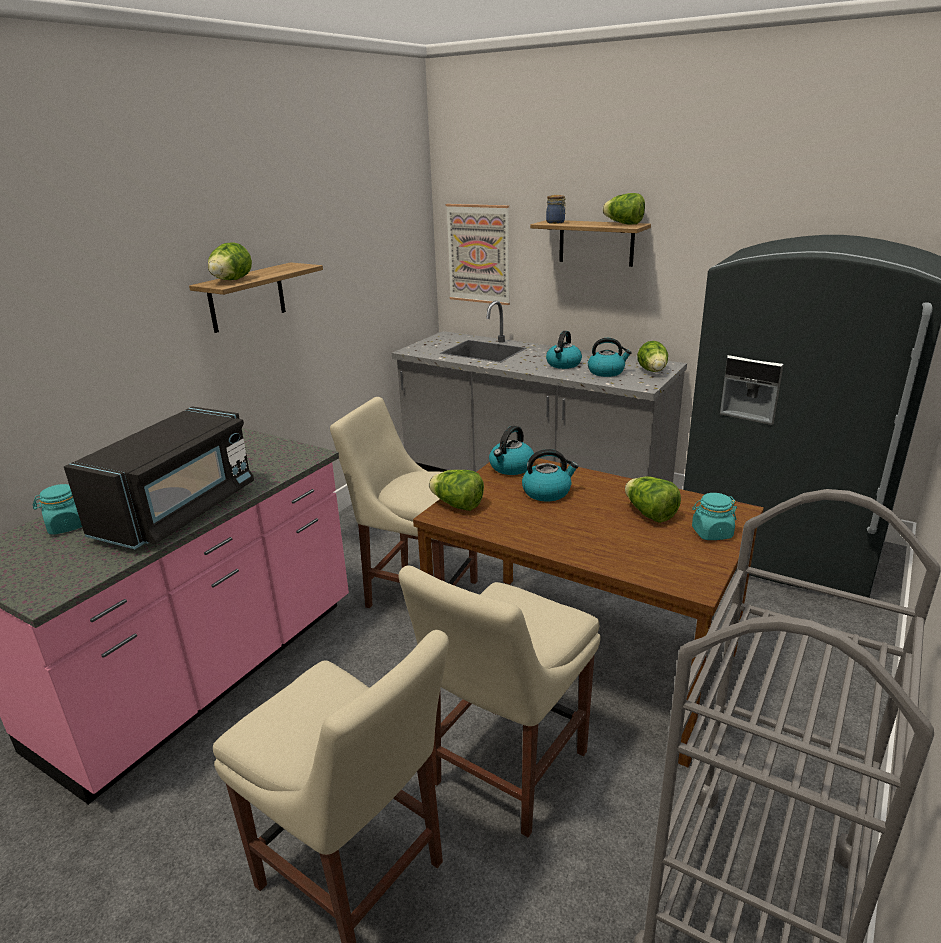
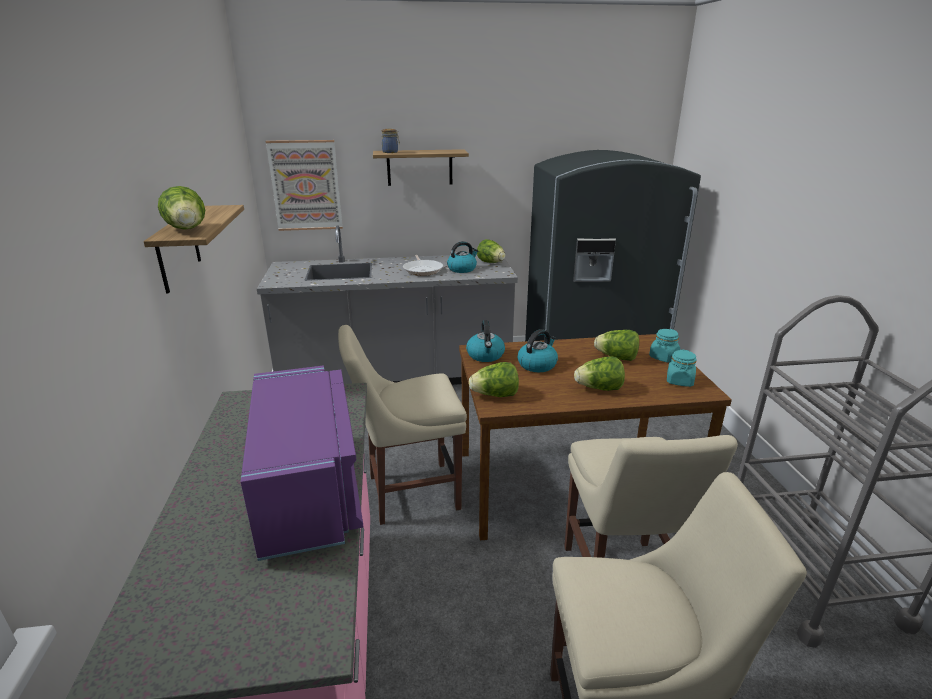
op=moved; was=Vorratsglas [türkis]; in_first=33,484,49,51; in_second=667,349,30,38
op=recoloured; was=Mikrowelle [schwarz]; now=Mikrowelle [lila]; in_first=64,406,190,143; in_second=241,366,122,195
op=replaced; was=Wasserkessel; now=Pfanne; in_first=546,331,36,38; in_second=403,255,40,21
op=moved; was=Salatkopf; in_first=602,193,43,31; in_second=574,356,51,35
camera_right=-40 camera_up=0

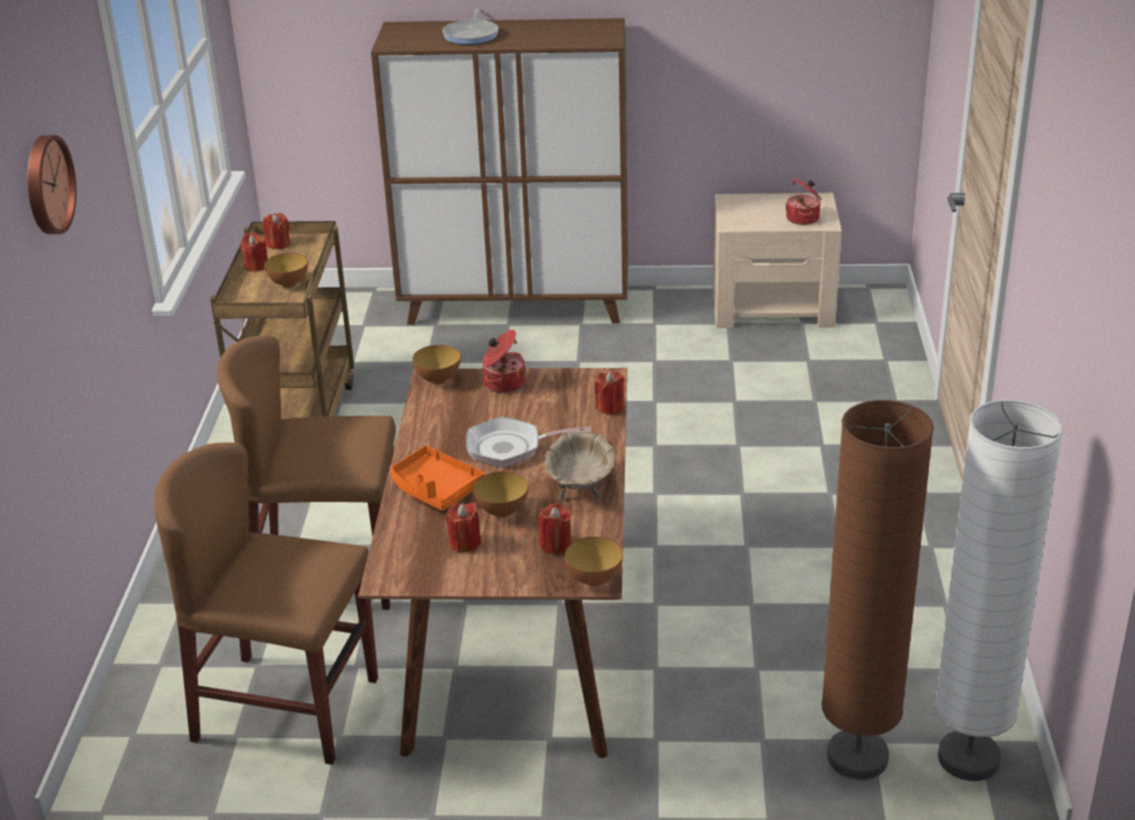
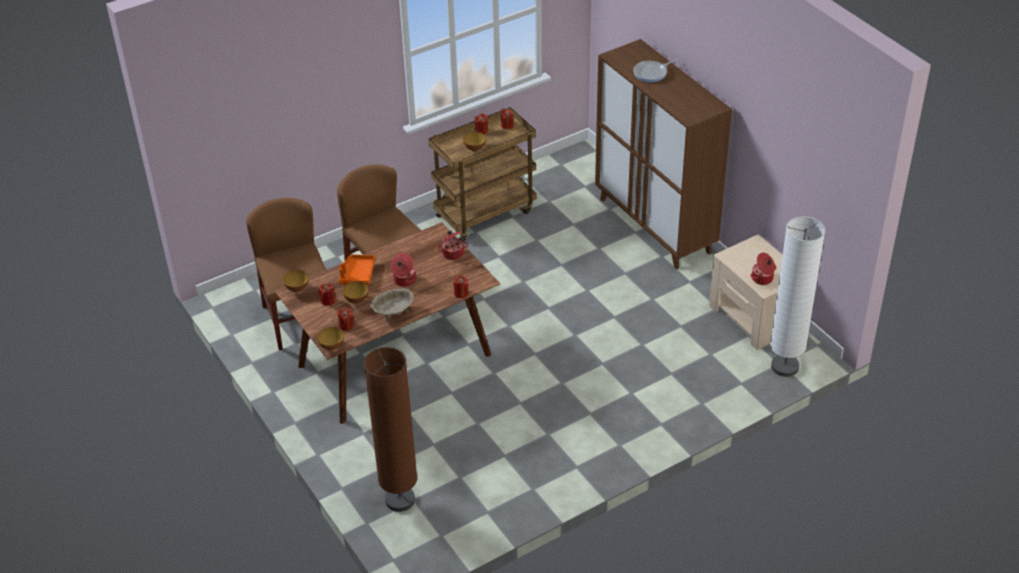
op=removed; was=Wanduhr; in_first=27,135,49,99
op=moved; was=Schüssel; in_first=413,345,48,39; in_second=283,270,26,22
op=replaced; was=Pfanne; now=Kochtopf; in_first=466,417,125,51; in_second=391,253,25,34
op=moved; was=Stehlampe [weiß]; in_first=935,400,128,381; in_second=770,216,55,161
camera_right=55 camera_up=10

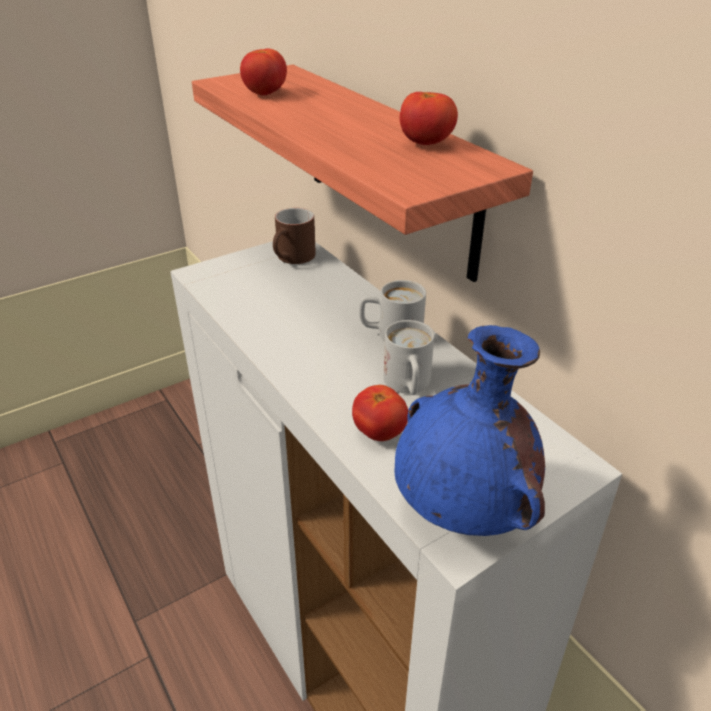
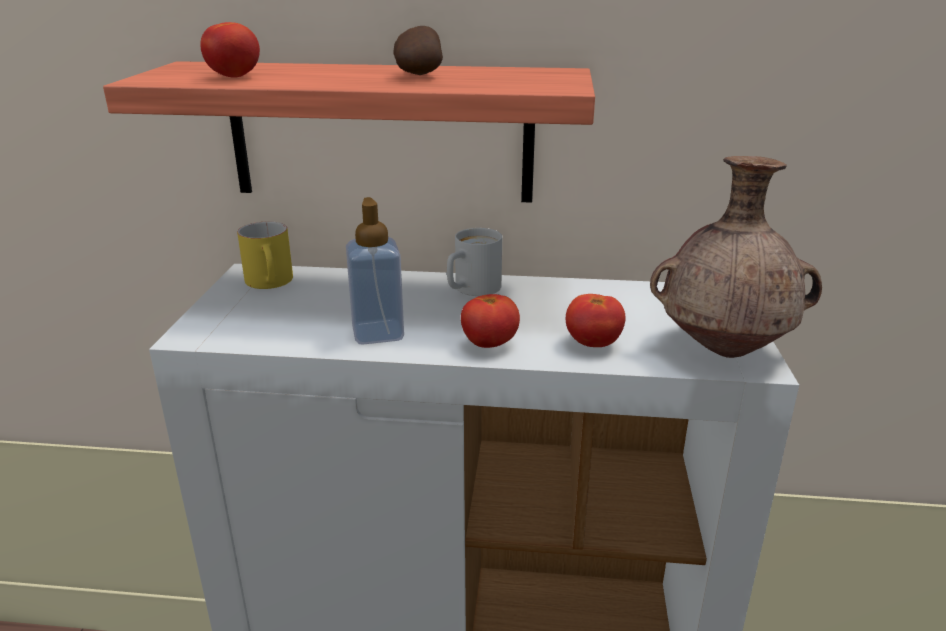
op=recoloured; was=Henkelbecher [braun]; now=Henkelbecher [gelb]; in_first=273,208,43,56; in_second=237,221,56,68
op=removed; was=Henkelbecher [weiß]; in_first=384,320,50,75
op=recoloured; was=Vase [blau]; now=Vase [braun]; in_first=395,325,150,211; in_second=650,156,172,202
op=moved; was=Tomate; in_first=400,92,58,53; in_second=461,294,59,54
op=added; now=Seifenspender; in_second=346,197,58,148
op=added; now=Kartoffel; in_second=393,26,50,49
camera_right=-50 camera_up=-10

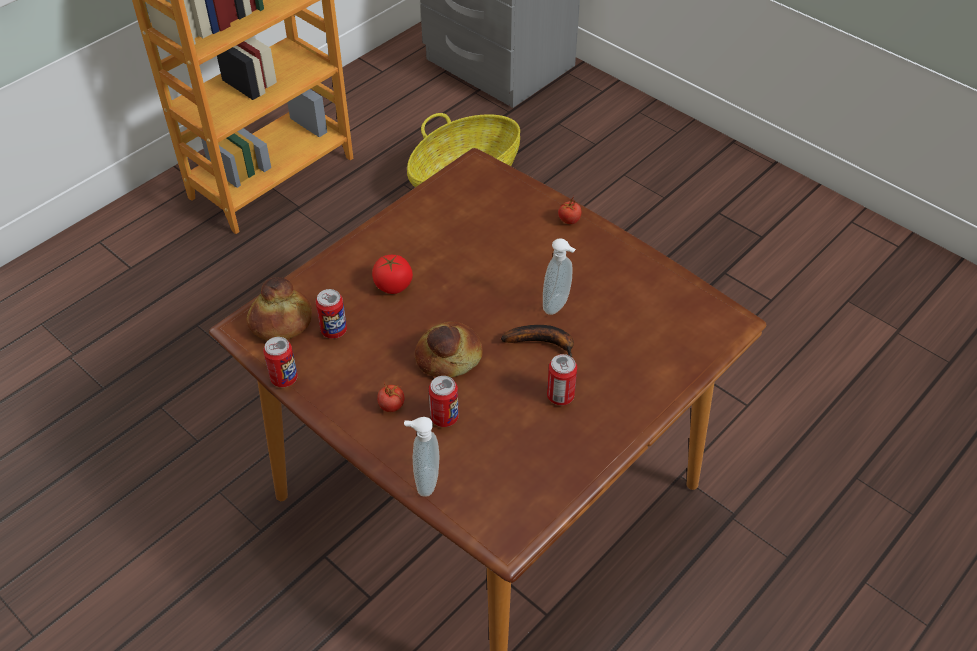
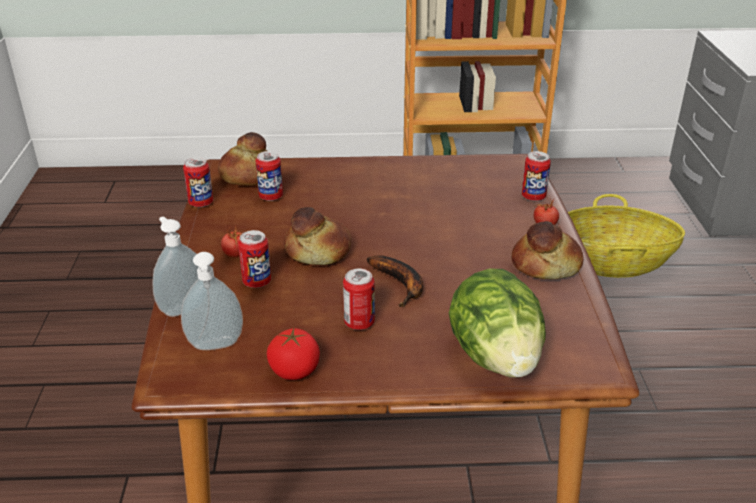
op=moved; was=Tomate; in_first=372,255,41,39; in_second=267,328,53,52
op=moved; was=Seifenspender; in_first=543,238,33,77; in_second=181,252,62,98
op=added; now=Salatkopf; in_second=449,269,97,109
op=added; now=Brot; in_second=511,221,73,58
op=added; now=Dose; in_second=522,151,29,50
camera_right=45 camera_up=-15

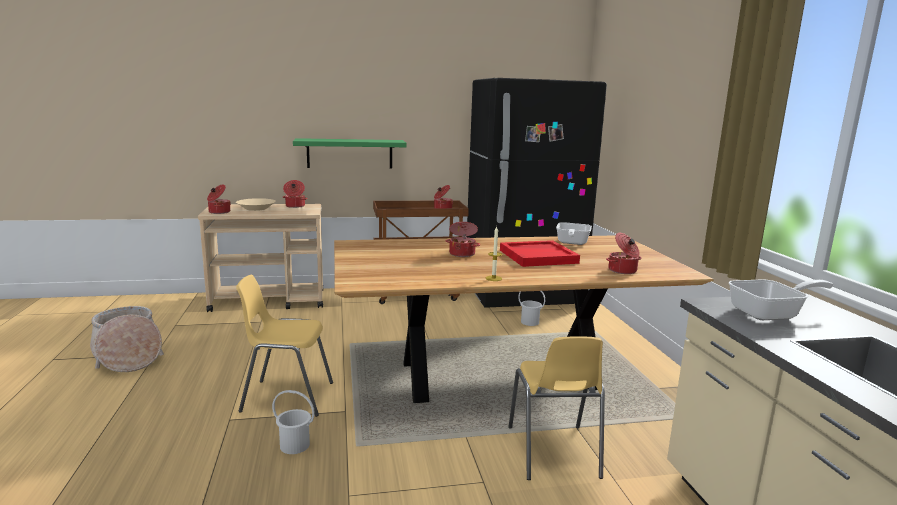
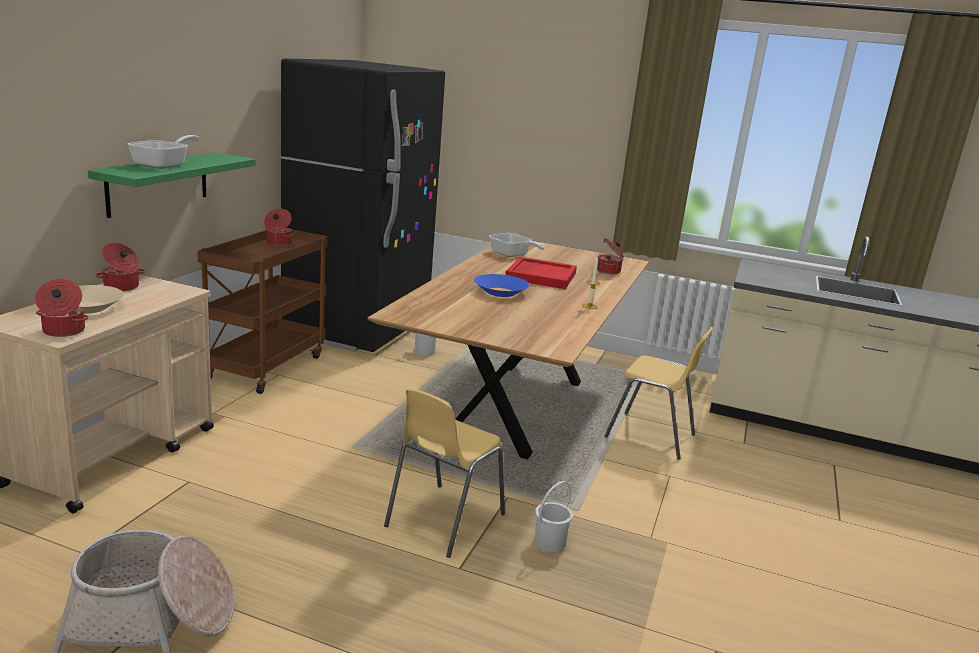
op=replaced; was=Kochtopf; now=Schüssel [blau]; in_first=445,222,35,35; in_second=474,274,55,23
op=moved; was=Pfanne; in_first=729,279,104,41; in_second=128,135,72,34
camera_right=-60 camera_up=5

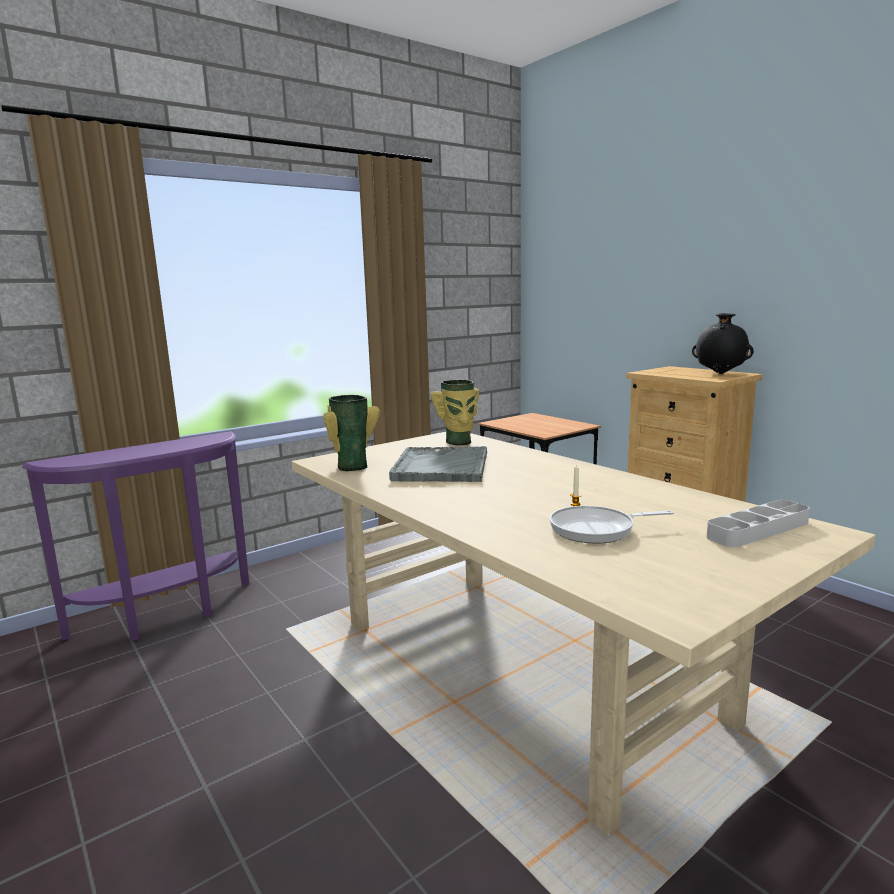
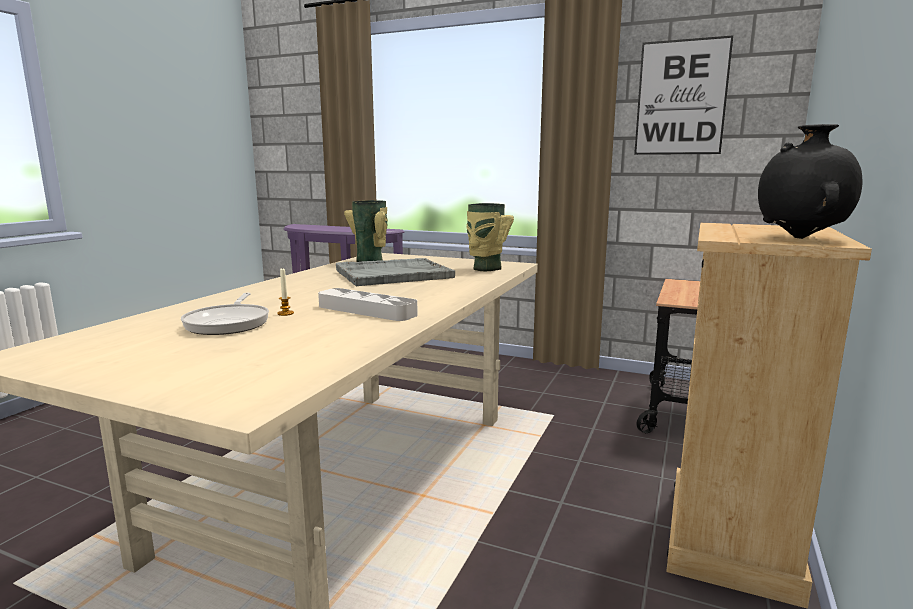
op=turned; was=Pfanne; in_first=550,506,124,38; in_second=181,293,88,42; clockwise=-150
op=moved; was=Tablett [grau]; in_first=706,500,104,47; in_second=318,288,100,33
op=added; now=Bild; in_second=634,35,99,120
camera_right=60 camera_up=0

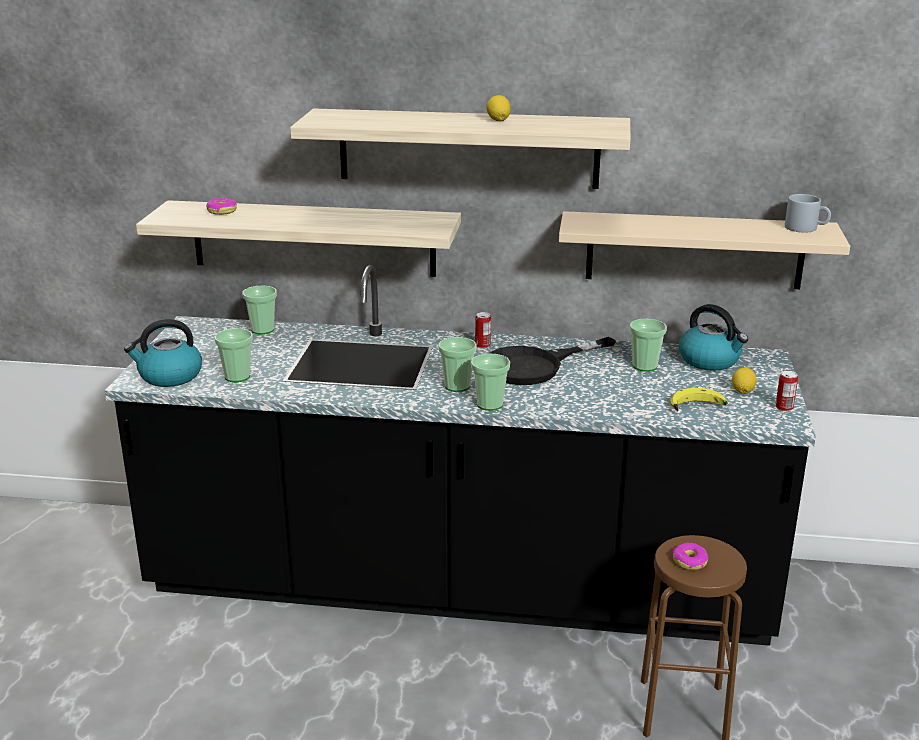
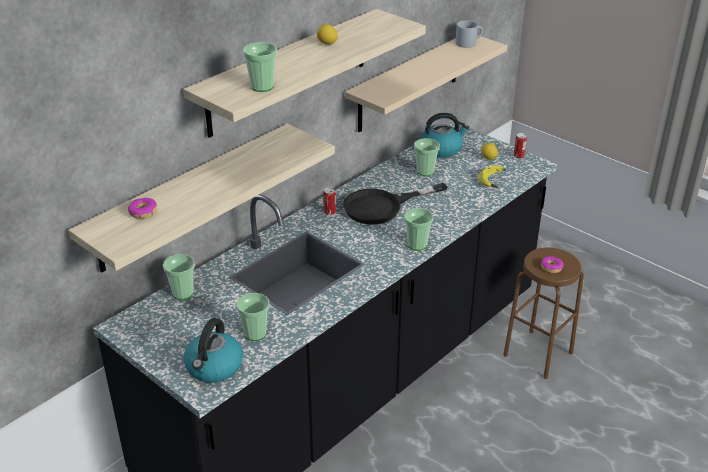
op=moved; was=Tasse; in_first=438,337,39,55; in_second=243,42,34,50
op=turned; was=Pfanne [schwarz]; in_first=489,337,127,48; in_second=343,183,105,41; clockwise=60
camera_right=-55 camera_up=10

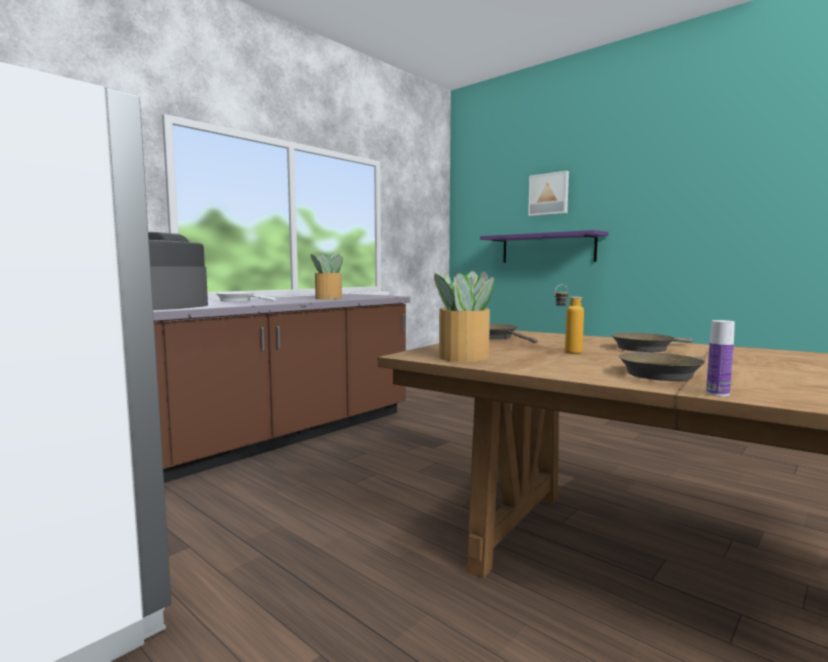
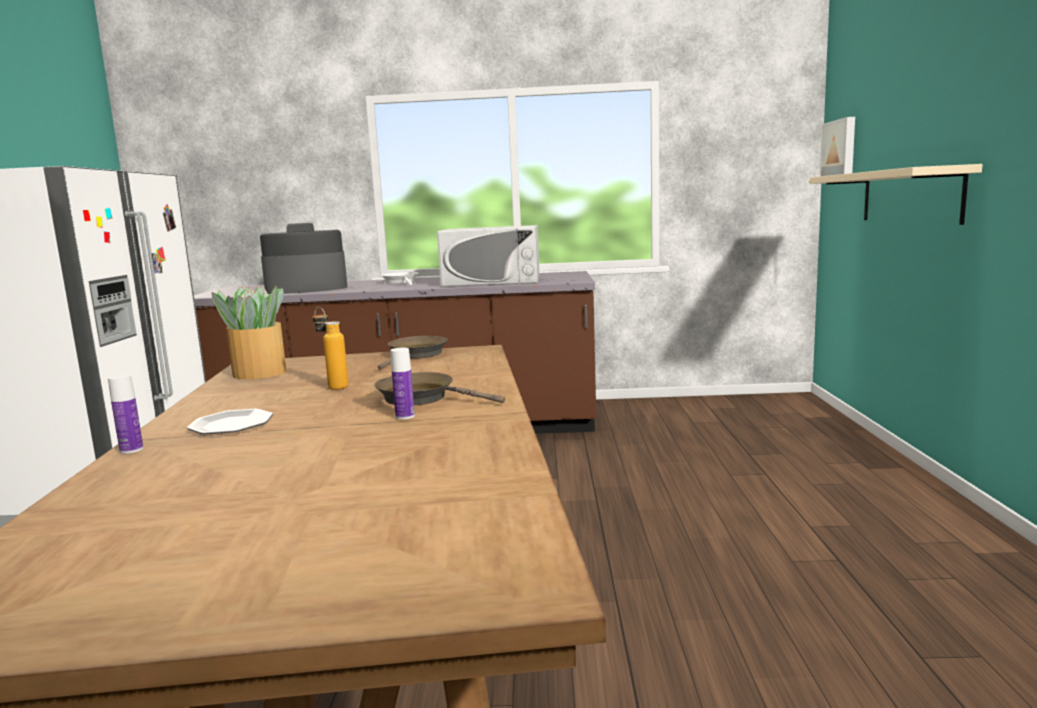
op=replaced; was=Topfpflanze; now=Mikrowelle [weiß]; in_first=311,253,32,46; in_second=437,225,103,62
op=recoloured; was=Wandregal [lila]; now=Wandregal [beige]; in_first=480,230,129,33; in_second=810,164,173,61
op=moved; was=Bild; in_first=528,171,41,45; in_second=819,117,36,67
op=replaced; was=Pfanne [braun]; now=Teller; in_first=619,352,87,29; in_second=187,409,86,25
op=added; now=Flasche; in_second=390,348,25,71
camera_right=50 camera_up=5

